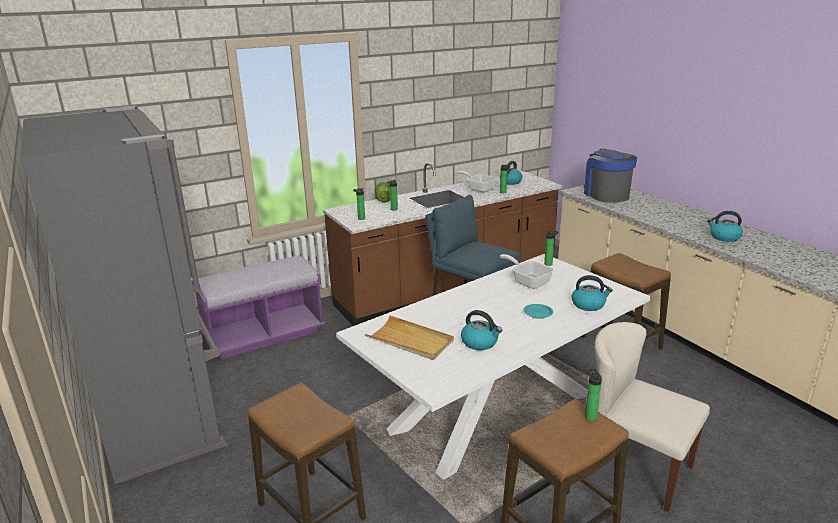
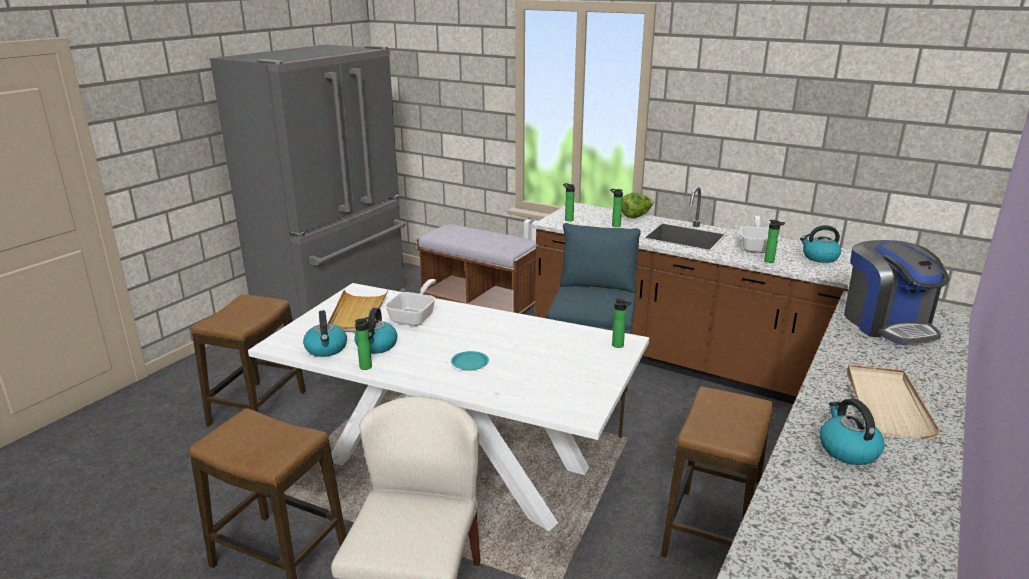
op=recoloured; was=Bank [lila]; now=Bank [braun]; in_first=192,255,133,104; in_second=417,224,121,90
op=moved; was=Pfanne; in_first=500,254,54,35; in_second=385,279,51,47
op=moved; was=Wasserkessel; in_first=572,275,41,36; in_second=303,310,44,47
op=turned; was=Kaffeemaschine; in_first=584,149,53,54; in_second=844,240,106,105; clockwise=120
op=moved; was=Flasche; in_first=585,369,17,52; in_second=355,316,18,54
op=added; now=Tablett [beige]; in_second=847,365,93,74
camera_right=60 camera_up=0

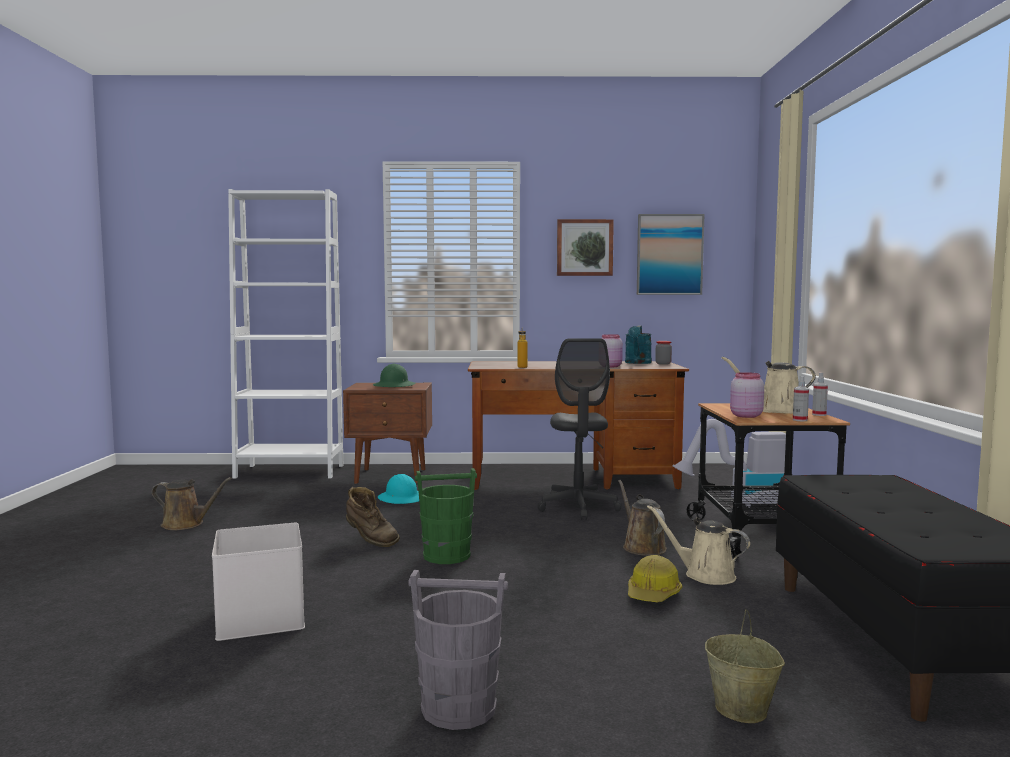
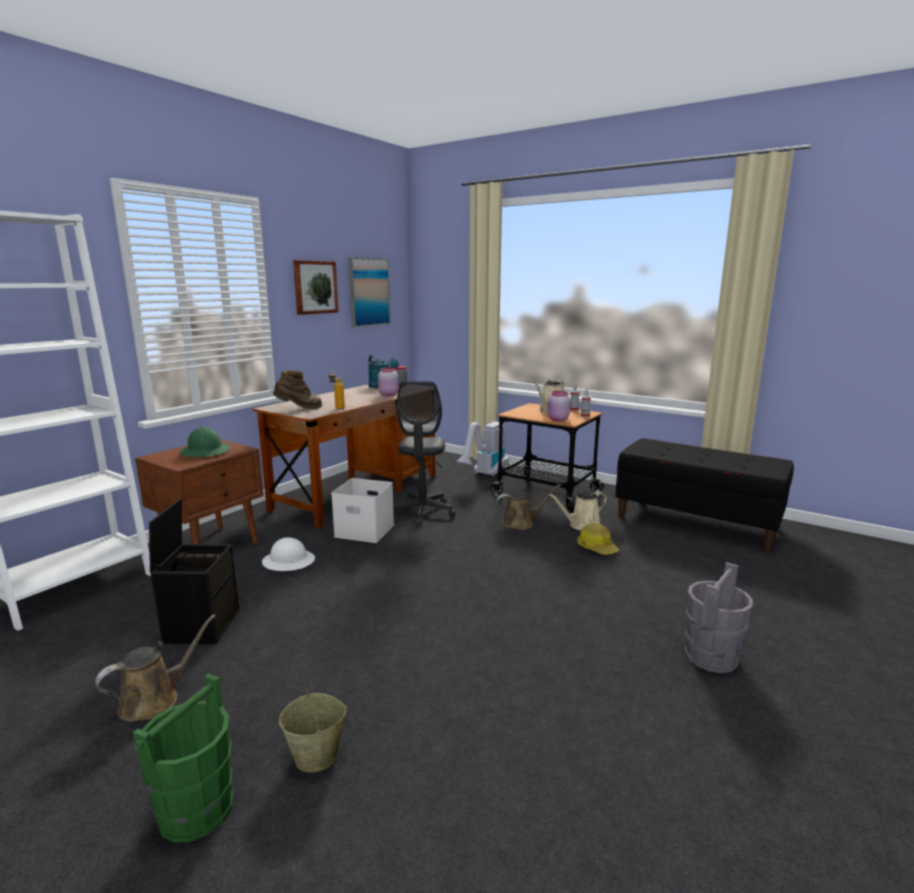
op=moved; was=Aufbewahrungsbox [weiß]; in_first=212,523,93,118; in_second=331,478,63,65
op=moved; was=Stiefel [braun]; in_first=346,487,54,60; in_second=273,370,49,39
op=recoloured; was=Schutzhelm [türkis]; now=Schutzhelm [weiß]; in_first=378,474,41,30; in_second=262,537,53,34
op=moved; was=Eimer [grün]; in_first=415,468,62,96; in_second=133,674,100,169
op=turned; was=Bürostuhl [grau]; in_first=537,338,85,182; in_second=393,381,63,145; clockwise=60
op=turned; was=Gießkanne [braun]; in_first=618,480,49,76; in_second=496,484,65,46; clockwise=150
op=moved; was=Eimer [beige]; in_first=705,609,80,114; in_second=279,681,68,92
op=added; now=Aufbewahrungsbox [schwarz]; in_second=149,498,90,146
camera_right=-55 camera_up=10

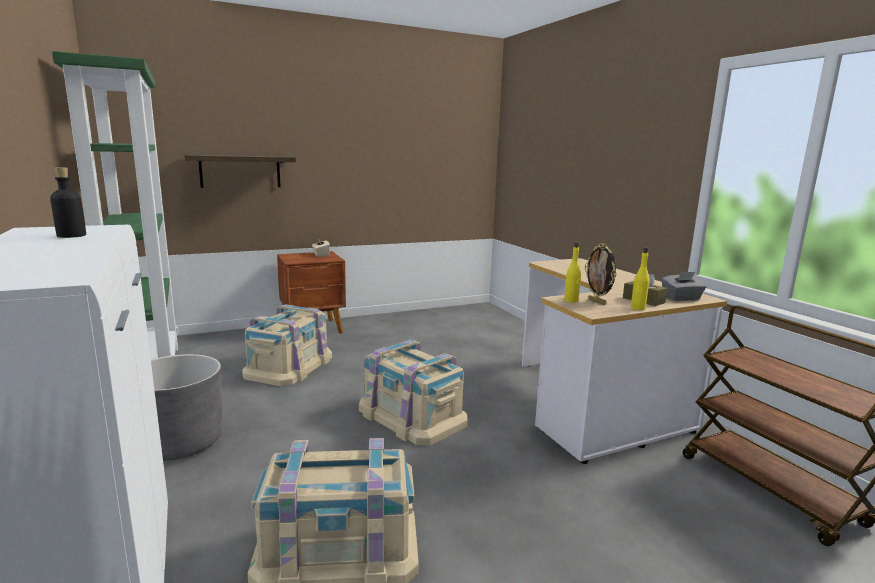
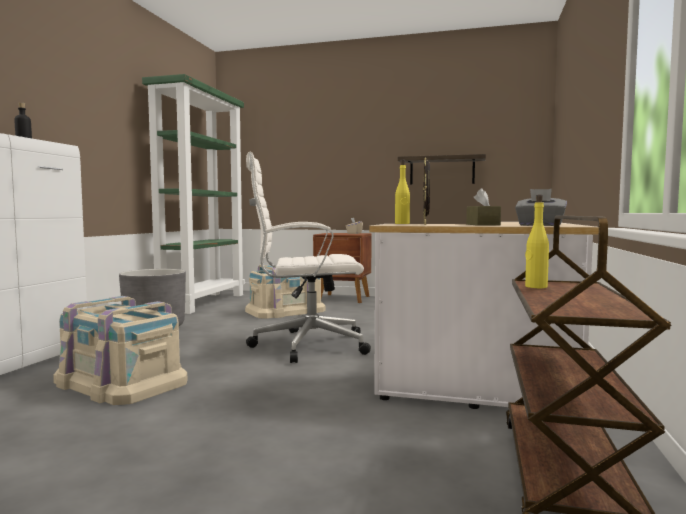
op=moved; was=Wandregal; in_first=185,155,111,33; in_second=397,154,89,31
op=replaced; was=Aufbewahrungsbox [beige]; now=Bürostuhl [weiß]; in_first=359,340,109,105; in_second=246,152,125,211
op=moved; was=Flasche [gelb]; in_first=631,247,18,63; in_second=525,195,24,93
camera_right=40 camera_up=-10

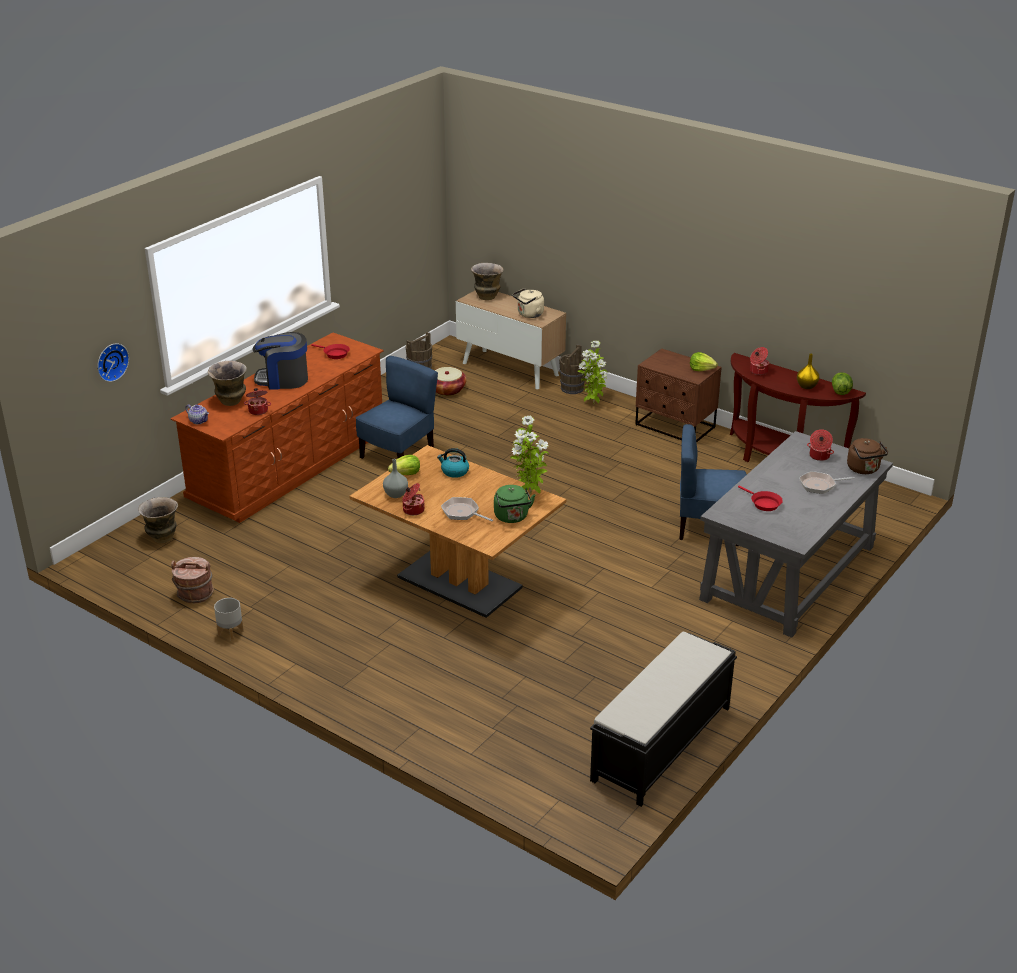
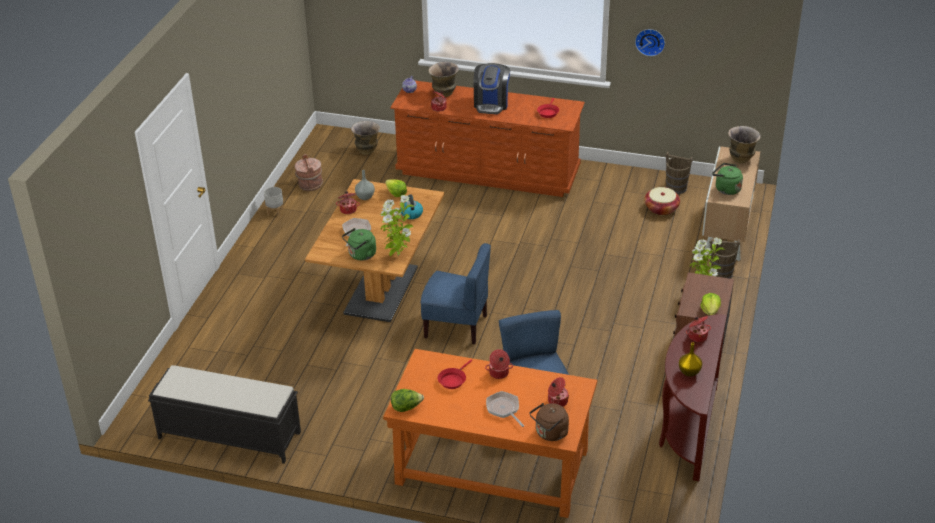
op=moved; was=Wanduhr; in_first=97,344,32,38; in_second=635,29,30,27
op=turned; was=Kaffeemaschine; in_first=252,332,56,58; in_second=474,63,36,51; clockwise=-150
op=moved; was=Stuhl [blau]; in_first=356,356,82,103; in_second=421,243,70,101
op=recoloured; was=Wasserkessel [beige]; now=Wasserkessel [grün]; in_first=513,288,31,30; in_second=712,163,31,32
op=recoloured; was=Schreibtisch [grau]; now=Schreibtisch [orange]; in_first=699,431,194,207; in_second=383,349,214,169
op=moved; was=Salatkopf; in_first=832,372,21,23; in_second=391,389,33,23
op=added; now=Kochtopf; in_second=485,349,28,30
camera_right=70 camera_up=5

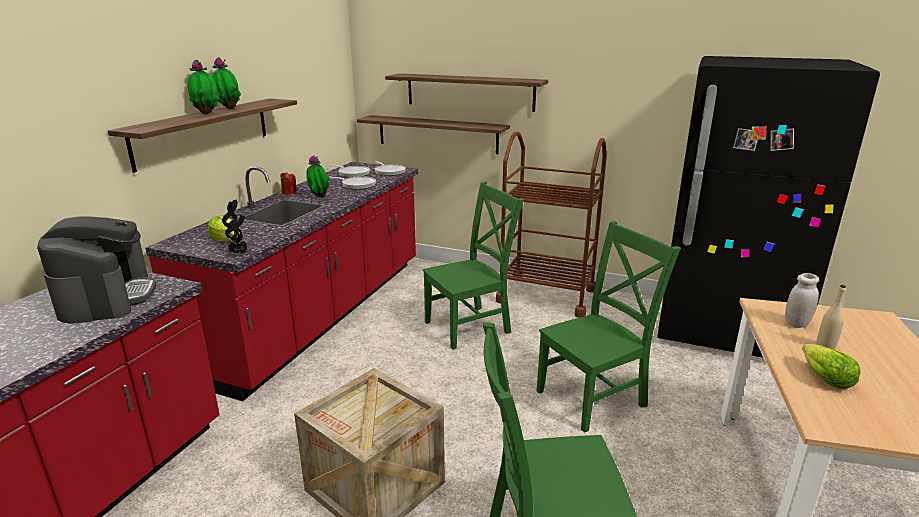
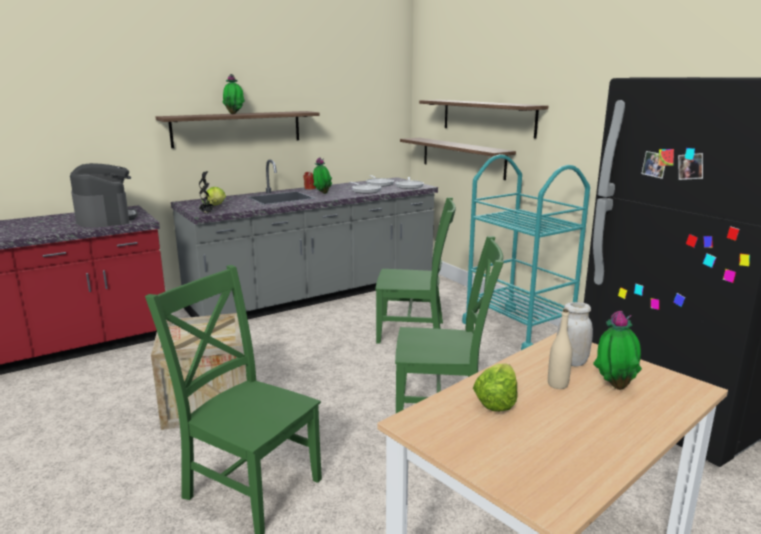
op=turned; was=Kaffeemaschine; in_first=37,216,119,108; in_second=70,163,68,65; clockwise=-45
op=recoloured; was=Küchenzeile [rot]; now=Küchenzeile [grau]; in_first=146,162,272,239; in_second=171,159,267,160
op=moved; was=Topfpflanze; in_first=212,57,29,52; in_second=593,311,49,79
op=recoloured; was=Rollwagen [braun]; now=Rollwagen [türkis]; in_first=496,131,111,187; in_second=462,154,128,196
camera_right=35 camera_up=-5

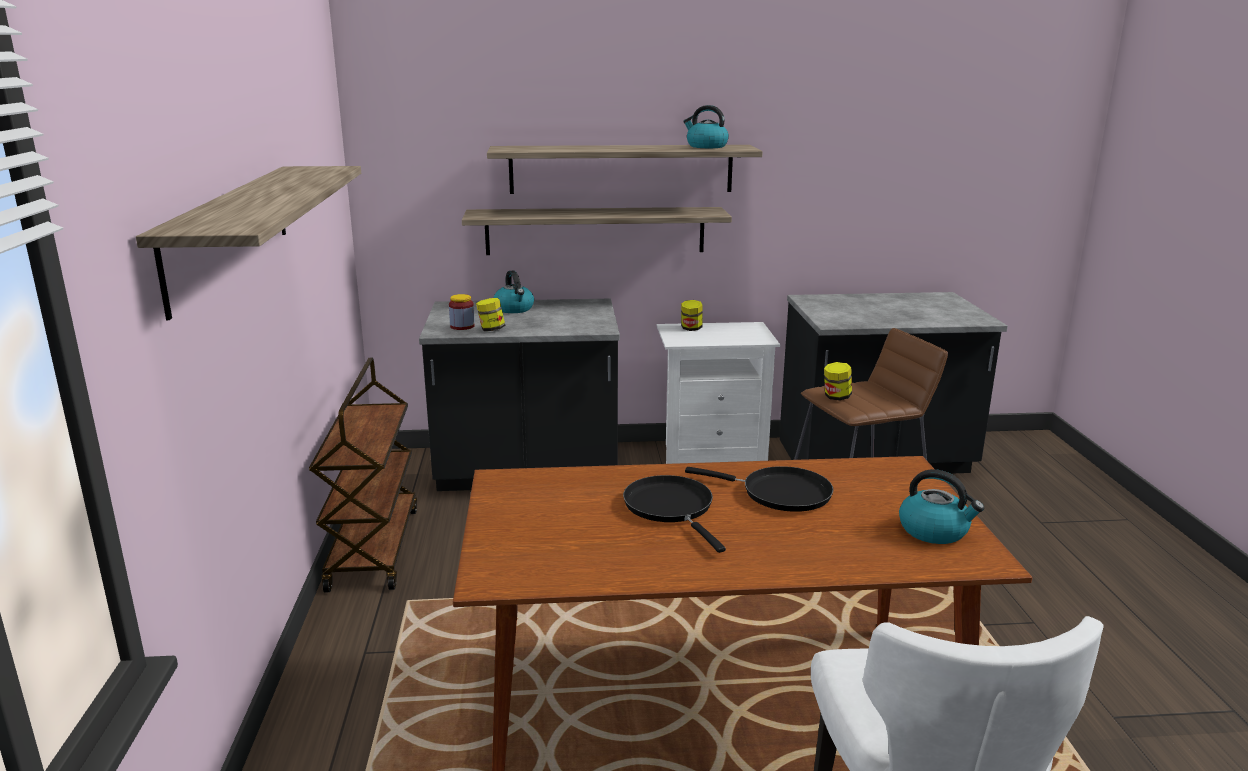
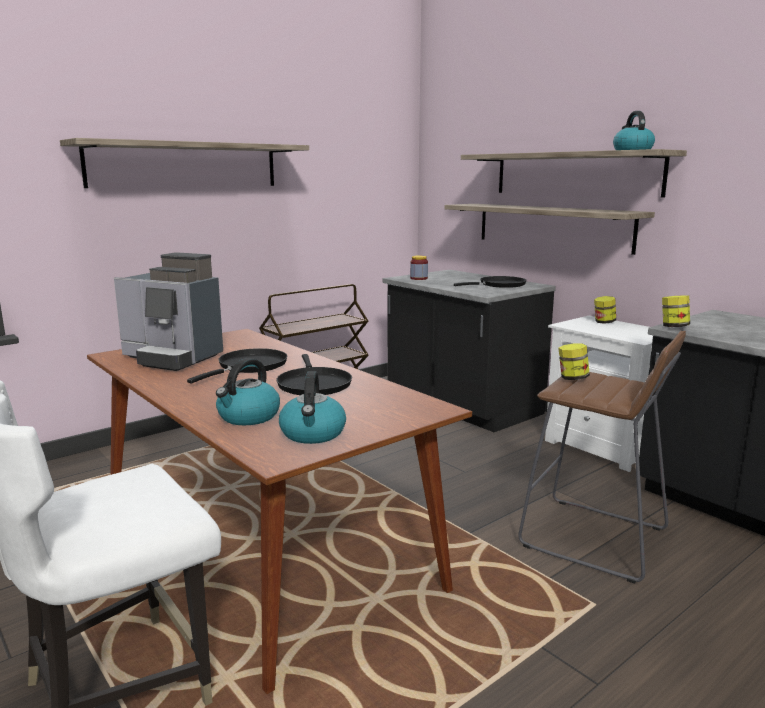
op=moved; was=Vorratsglas; in_first=476,298,29,33; in_second=662,295,28,32
op=moved; was=Wasserkessel; in_first=493,270,41,43; in_second=216,358,64,67
op=added; now=Kaffeemaschine; in_second=114,252,109,119
op=added; now=Pfanne [schwarz]; in_second=454,276,73,12
camera_right=55 camera_up=-5

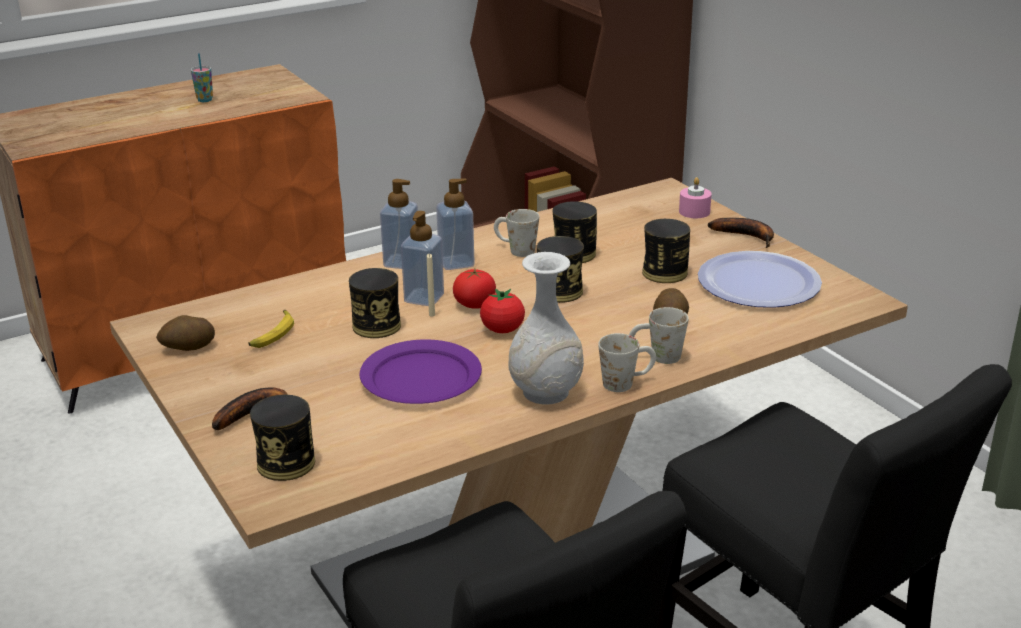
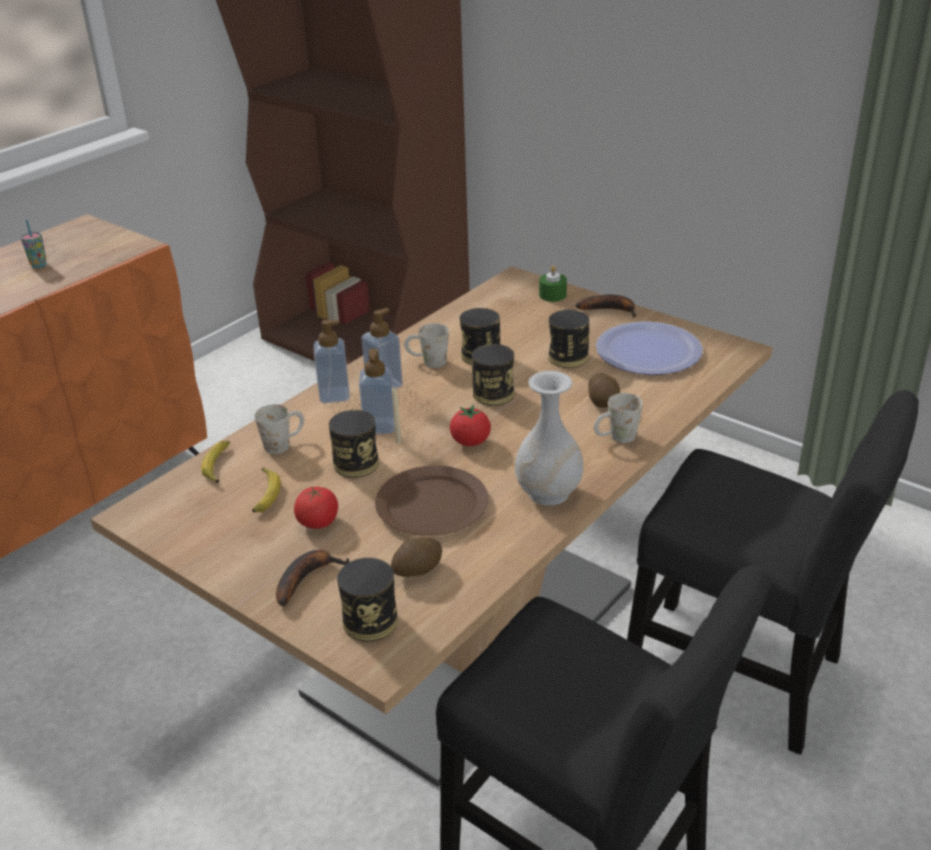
op=moved; was=Kartoffel; in_first=156,315,59,36; in_second=391,536,51,41
op=recoloured; was=Teller [lila]; now=Teller [braun]; in_first=359,339,123,65; in_second=375,466,114,70
op=moved; was=Tomate; in_first=453,269,43,40; in_second=294,486,44,43
op=moved; was=Henkelbecher [weiß]; in_first=598,333,58,59; in_second=254,404,50,50
op=recoloured; was=Kerze [rosa]; now=Kerze [grün]; in_first=679,177,33,41; in_second=539,265,28,37
op=added; now=Banane; in_second=201,441,29,42
camera_right=-20 camera_up=5

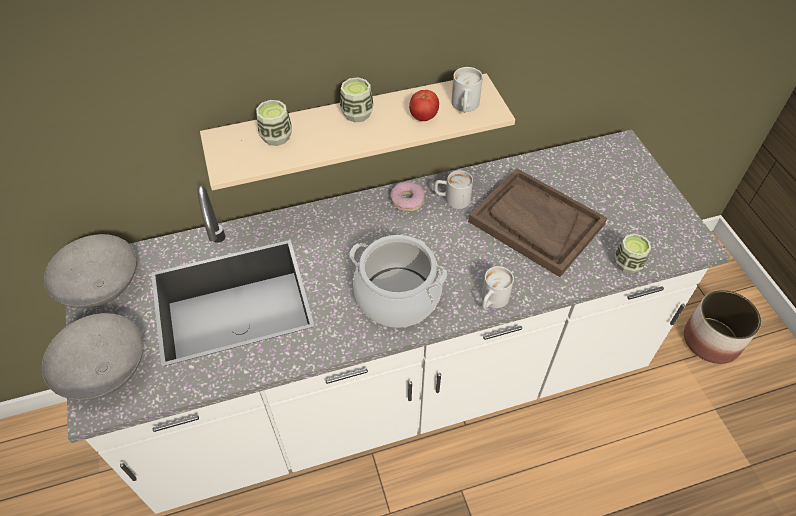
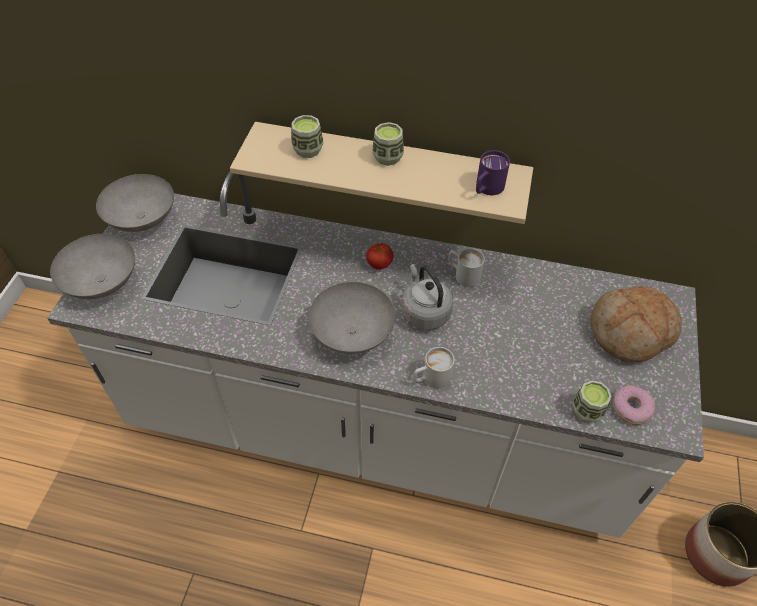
op=replaced; was=Kochtopf; now=Schüssel [grau]; in_first=349,235,98,93; in_second=308,282,87,72
op=moved; was=Donut; in_first=390,182,35,30; in_second=613,385,42,40
op=moved; was=Tomate; in_first=409,90,30,31; in_second=366,243,28,27
op=recoloured; was=Henkelbecher [weiß]; now=Henkelbecher [lila]; in_first=451,67,32,46; in_second=476,150,34,45
op=removed; was=Tablett [braun]; in_first=468,168,139,109
op=added; now=Wasserkessel [grau]; in_second=402,264,51,66
op=added; now=Brot; in_second=590,286,92,76
camera_right=30 camera_up=0

